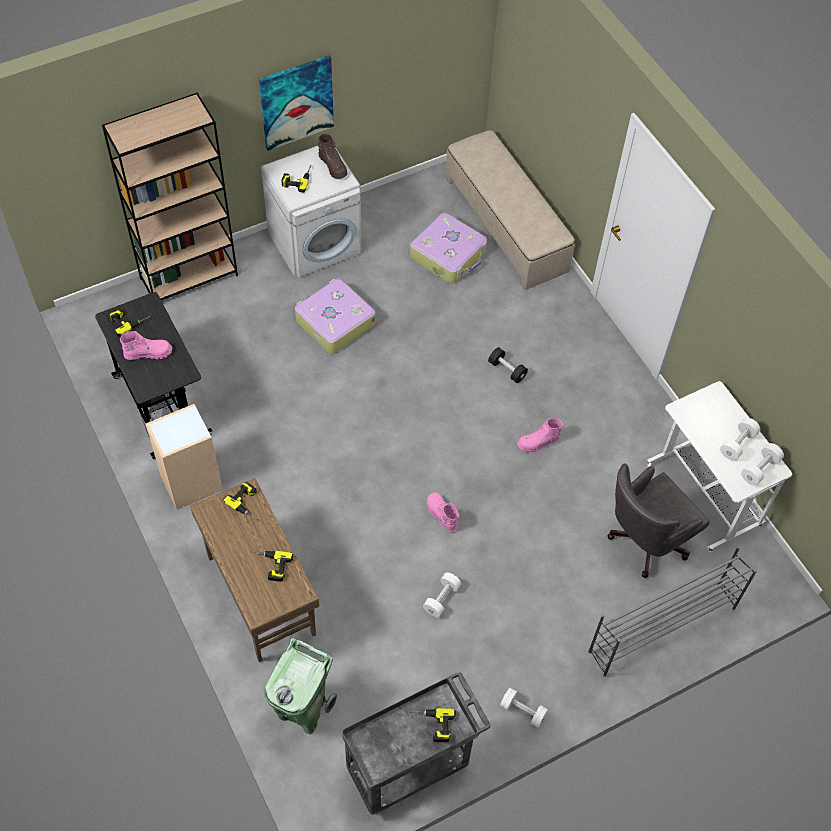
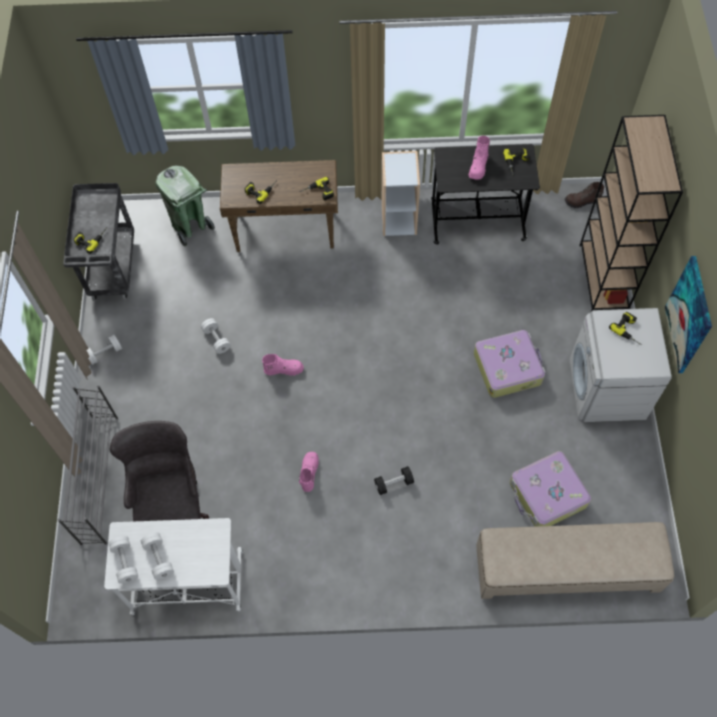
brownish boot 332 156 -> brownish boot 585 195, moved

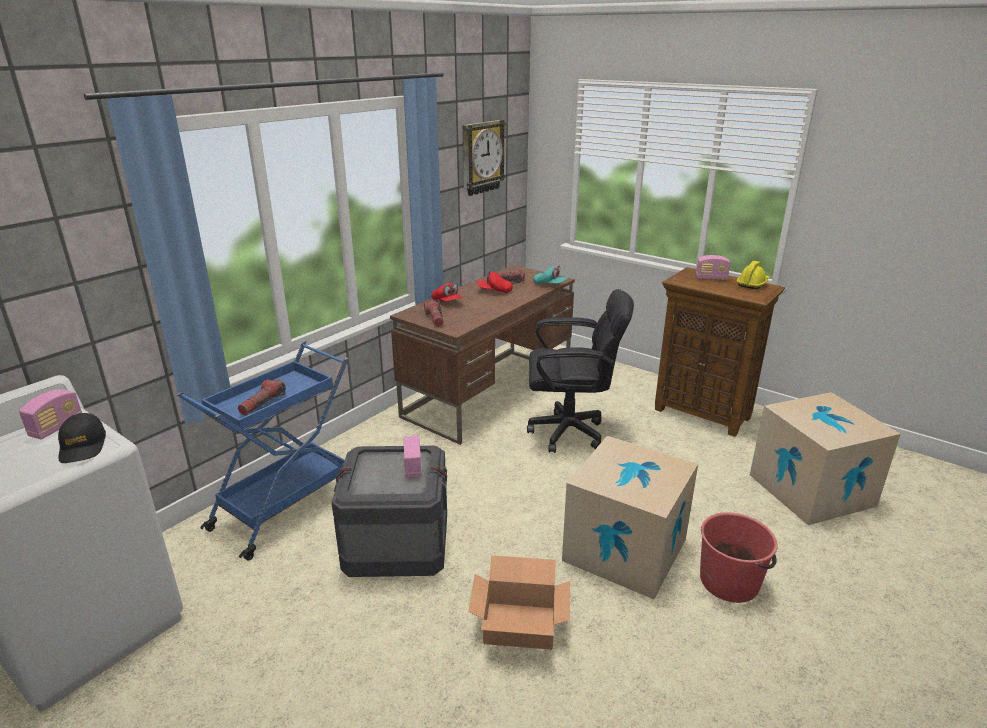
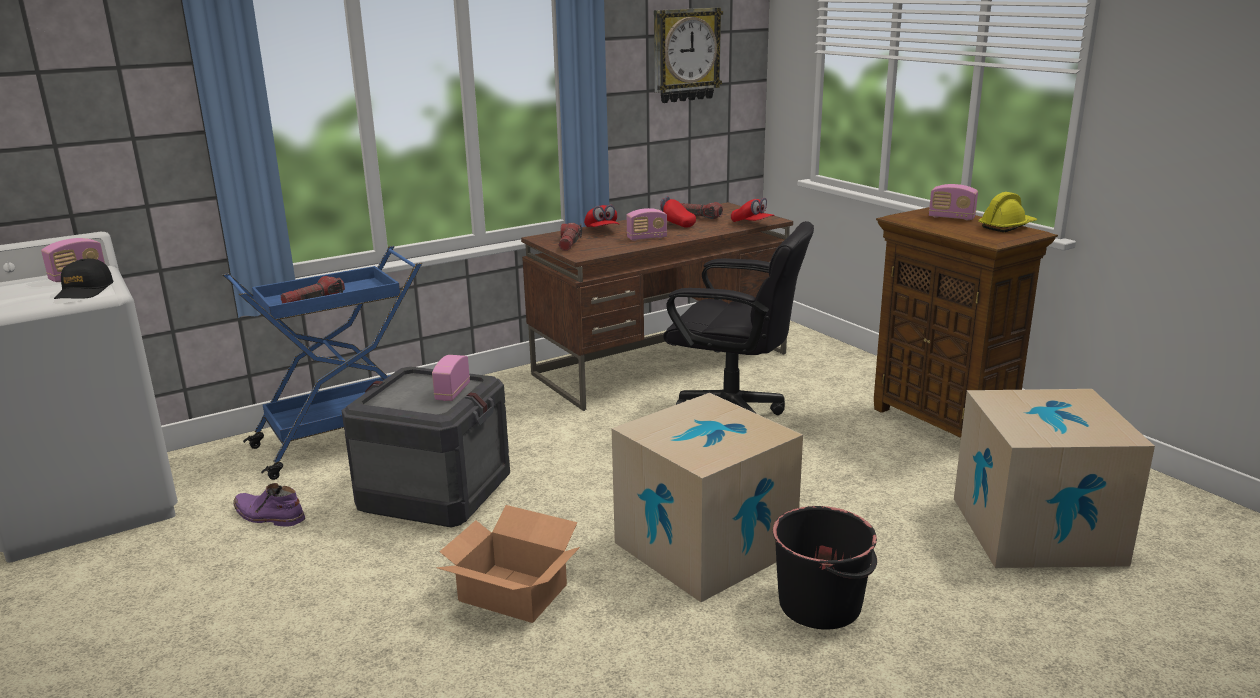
none -> purplish boot 269 505
none -> radio 647 224
turquoise baseball cap 550 274 -> red baseball cap 753 210
red pail 739 557 -> blackish pail 825 568

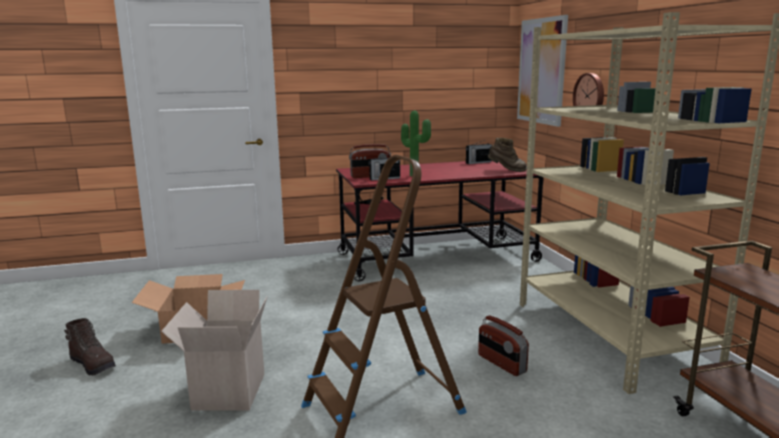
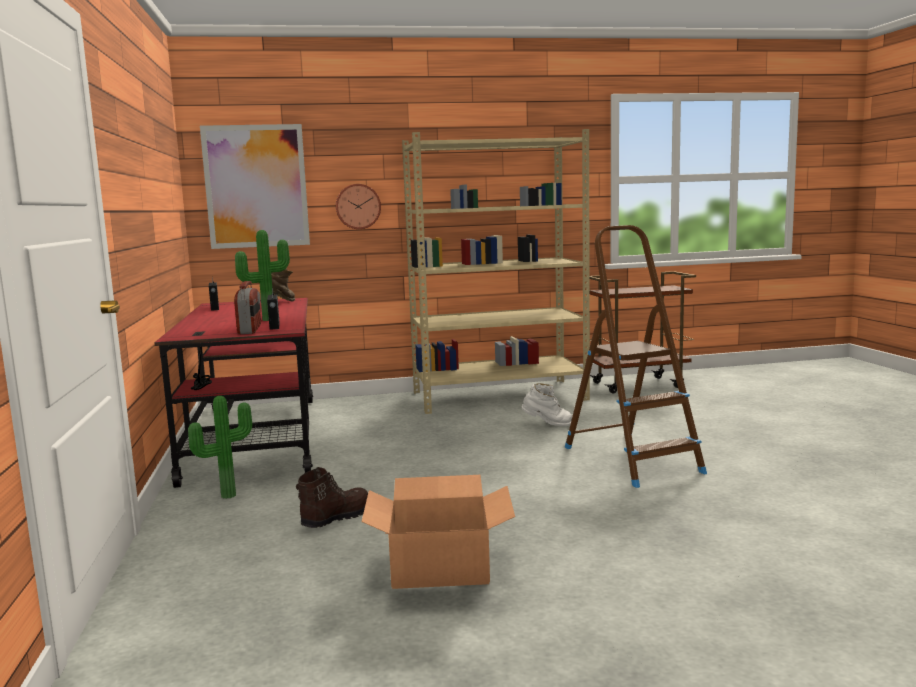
none -> houseplant 220 447
brownish boot 90 347 -> brownish boot 332 497, moved
radio 503 345 -> whitish boot 547 404
packing box 214 350 -> none

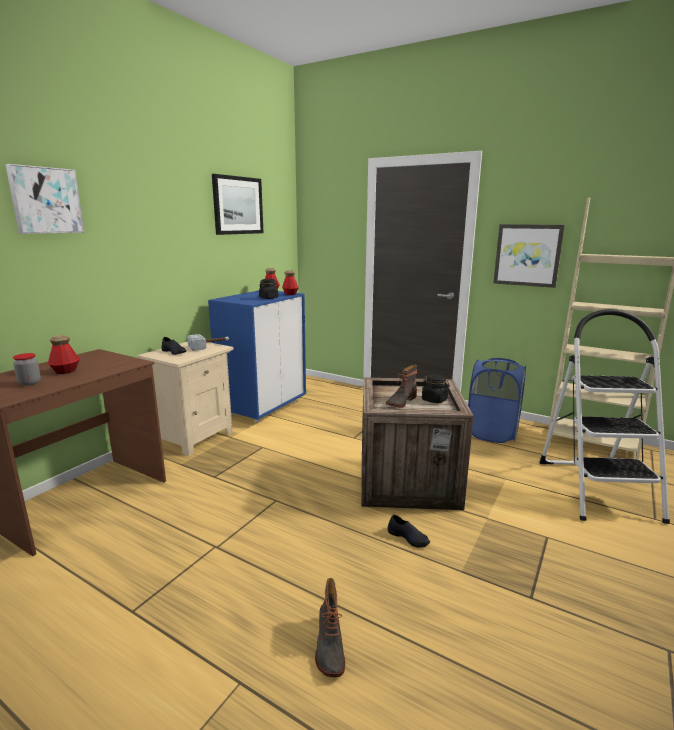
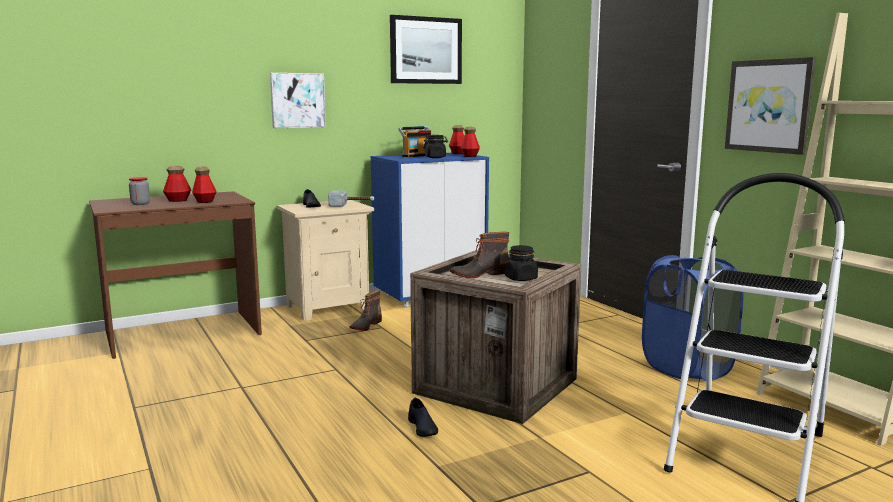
none -> bottle 204 185
wall picture 45 199 -> wall picture 298 100, moved
boot 330 627 -> boot 365 310, moved
none -> radio 415 141

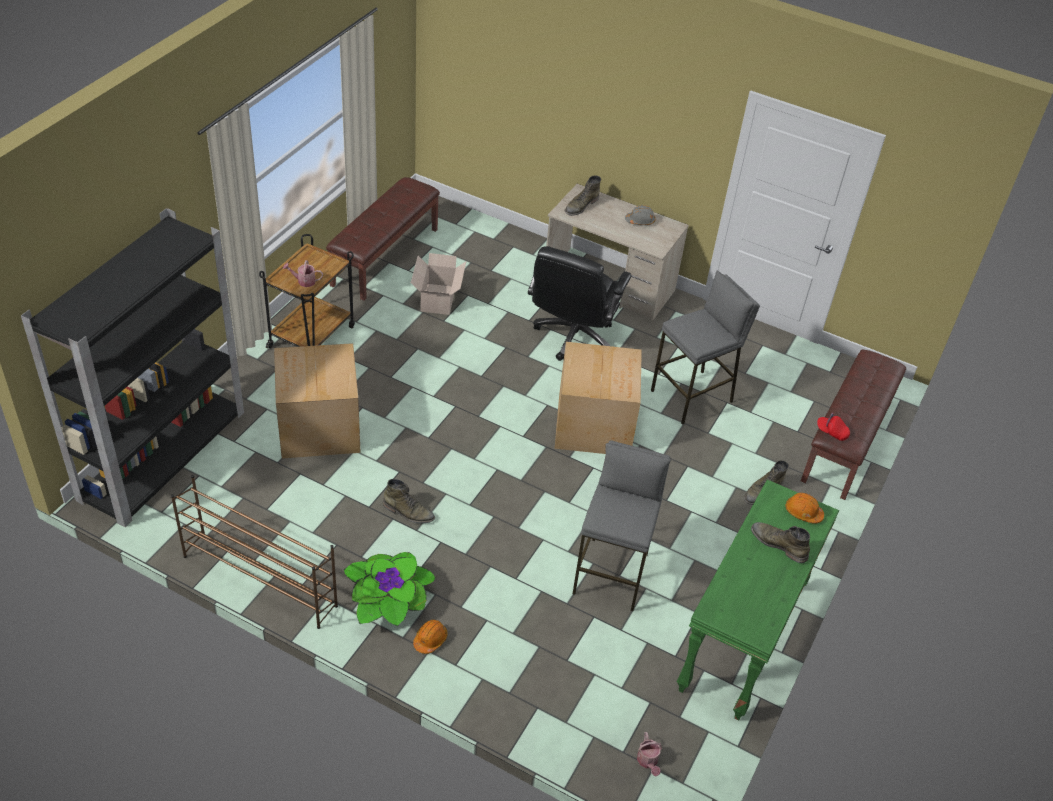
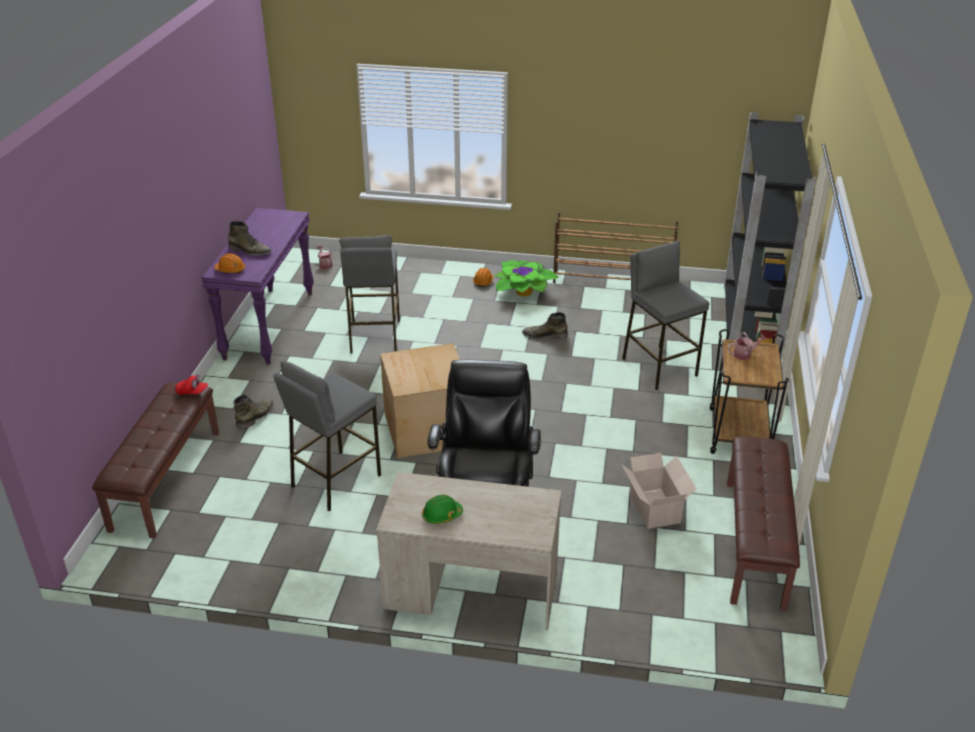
green hall table 758 600 -> purplish hall table 257 286
grey hard hat 640 215 -> green hard hat 442 509
packing box 317 400 -> grey sitting stool 666 315
green boot 583 196 -> none

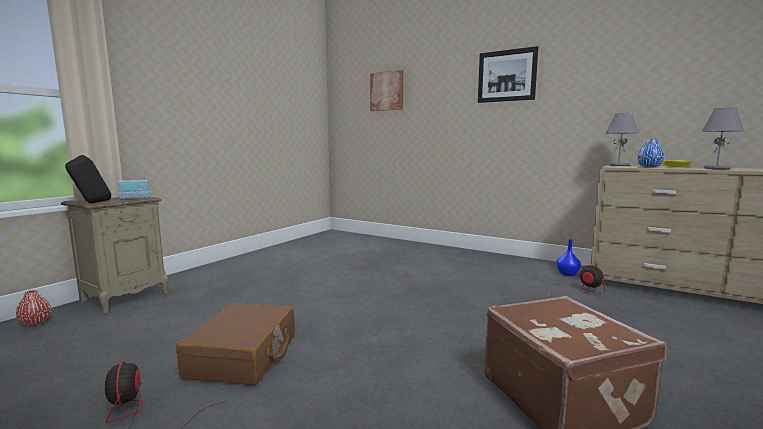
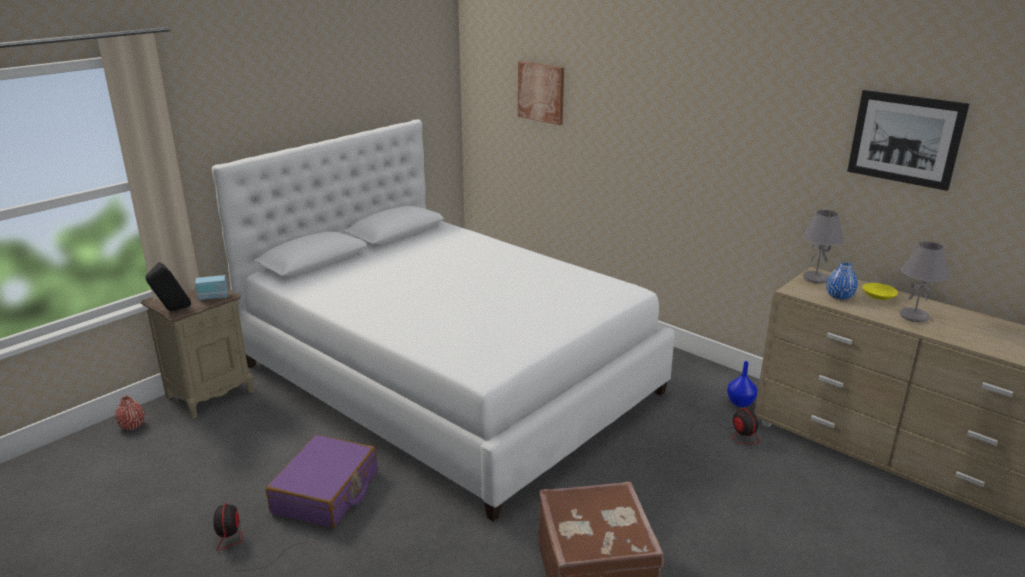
none -> whitish bed 443 320
brownish travel case 235 344 -> purplish travel case 321 482
wall picture 508 74 -> wall picture 908 140, moved

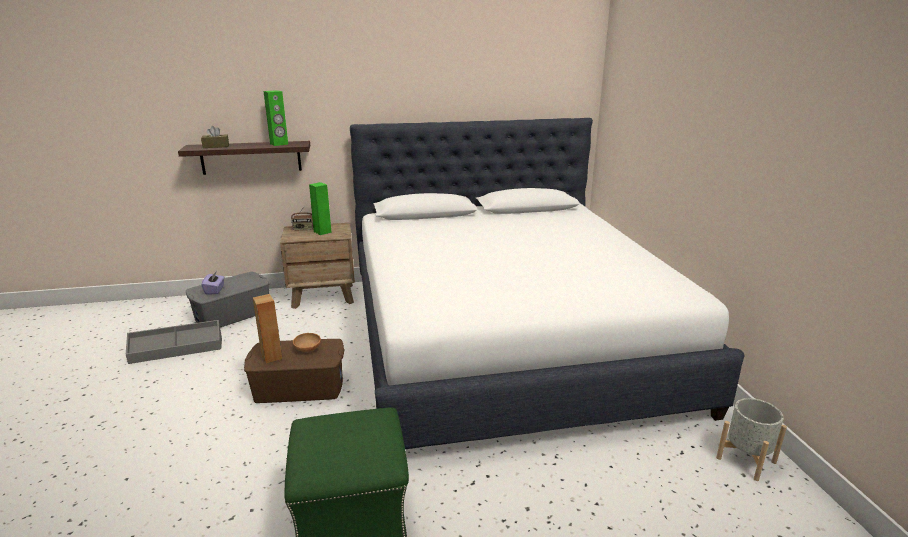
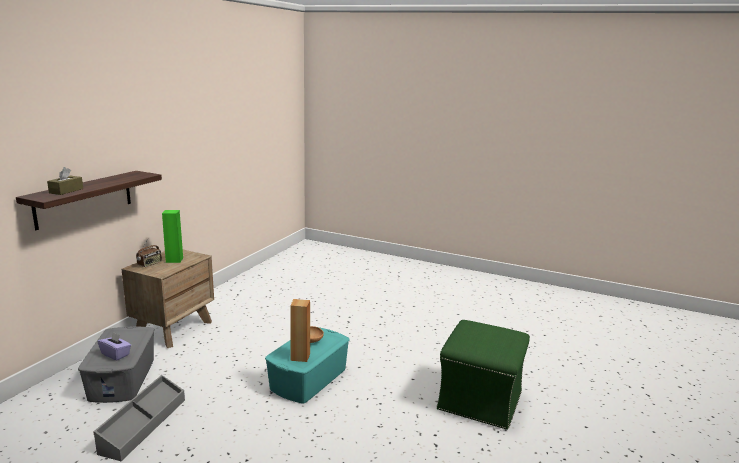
brownish storage container 294 371 -> turquoise storage container 307 365
green speaker 275 118 -> none
whitish bed 547 283 -> none
grey planter 751 439 -> none

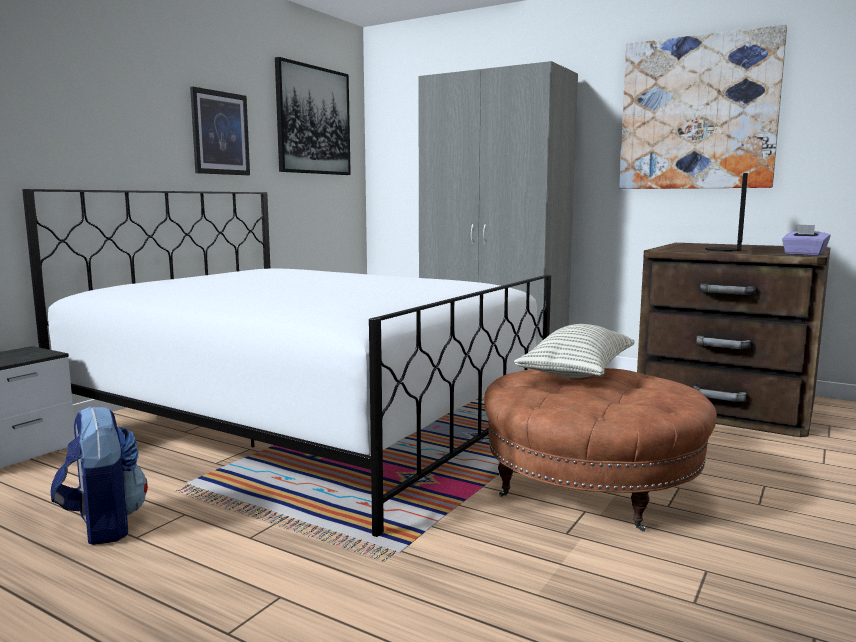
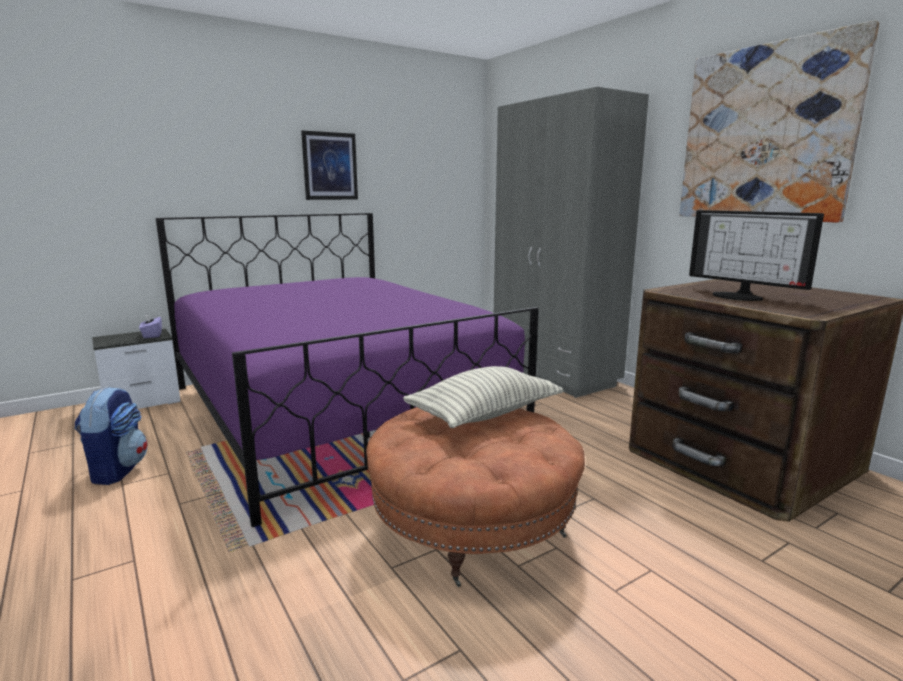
purplish tissue holder 806 240 -> purplish tissue holder 150 326, moved
whitish bed 286 363 -> purplish bed 347 370
computer display 726 212 -> computer display 756 255, 90 degrees counterclockwise
wall picture 313 116 -> none

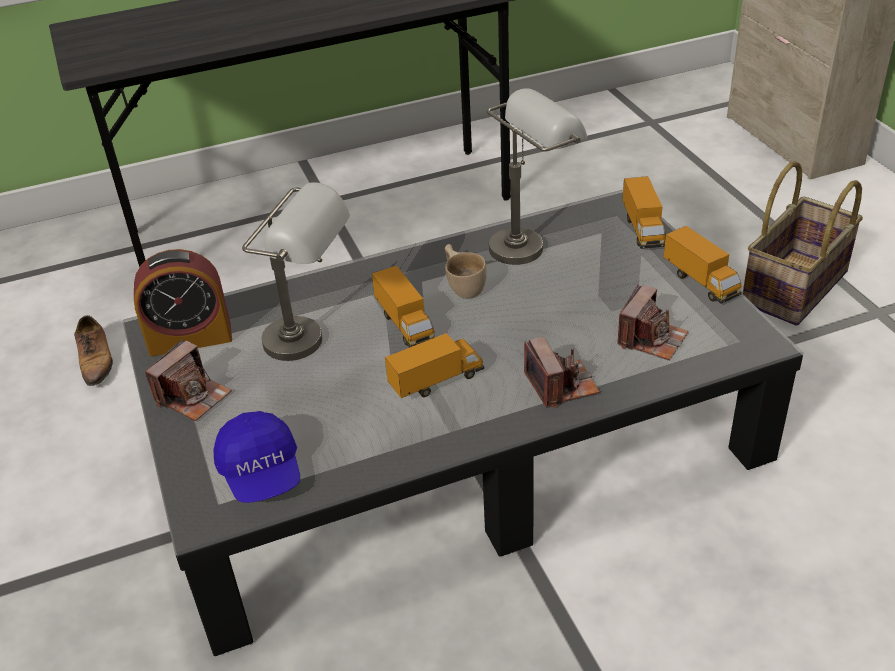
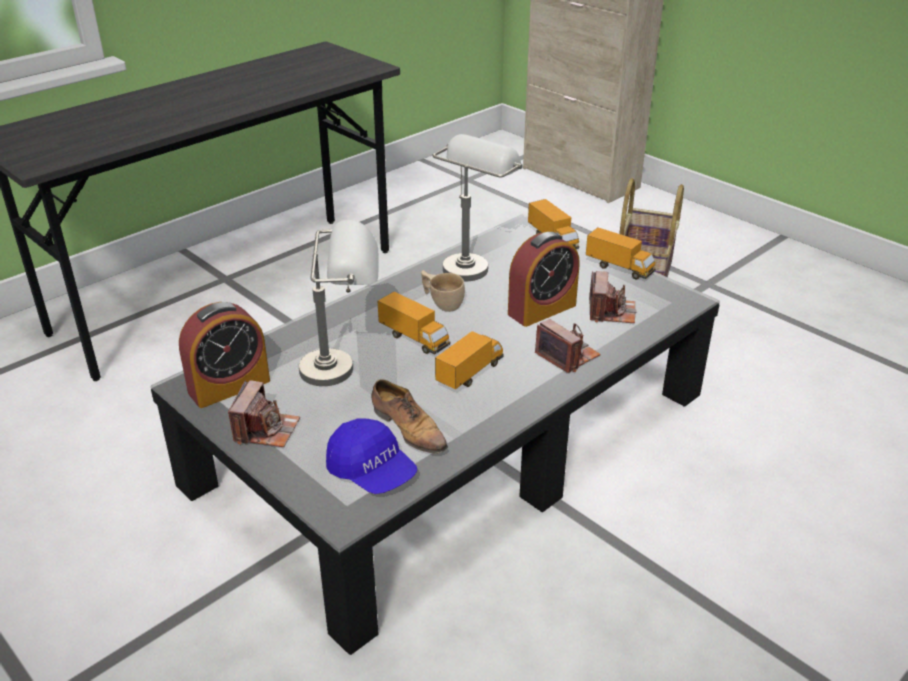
low shoe 93 351 -> low shoe 410 416, moved
none -> bedside clock 544 279

